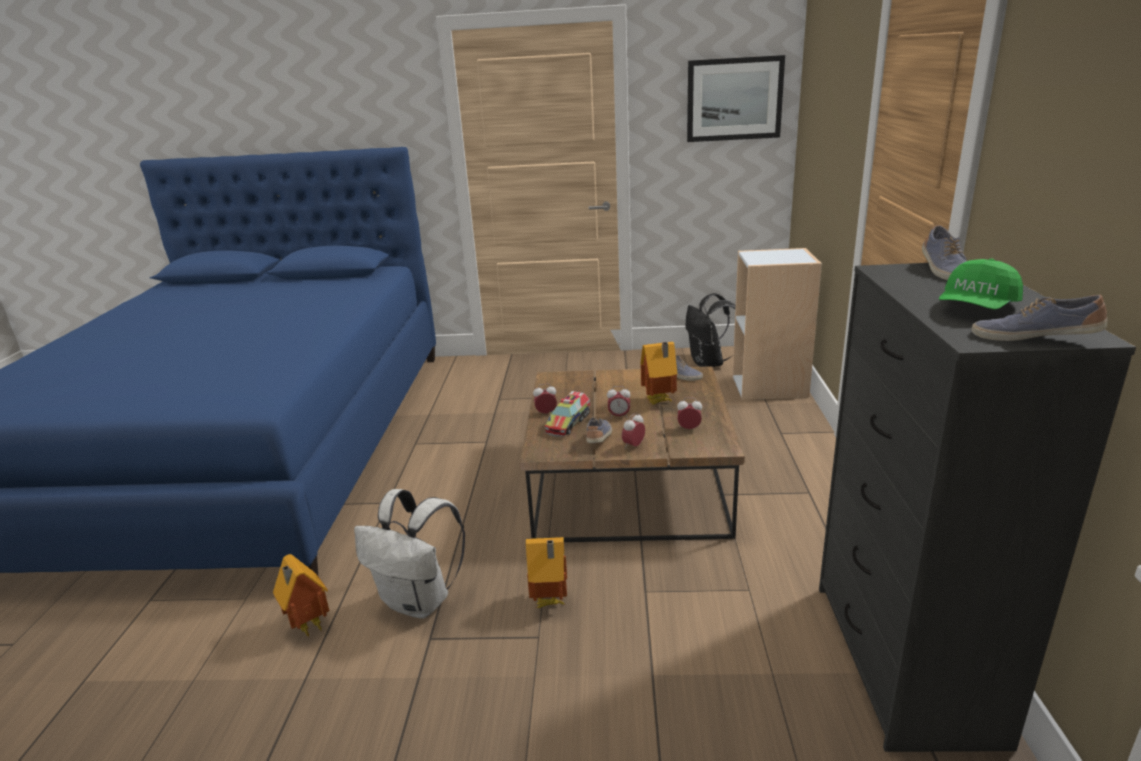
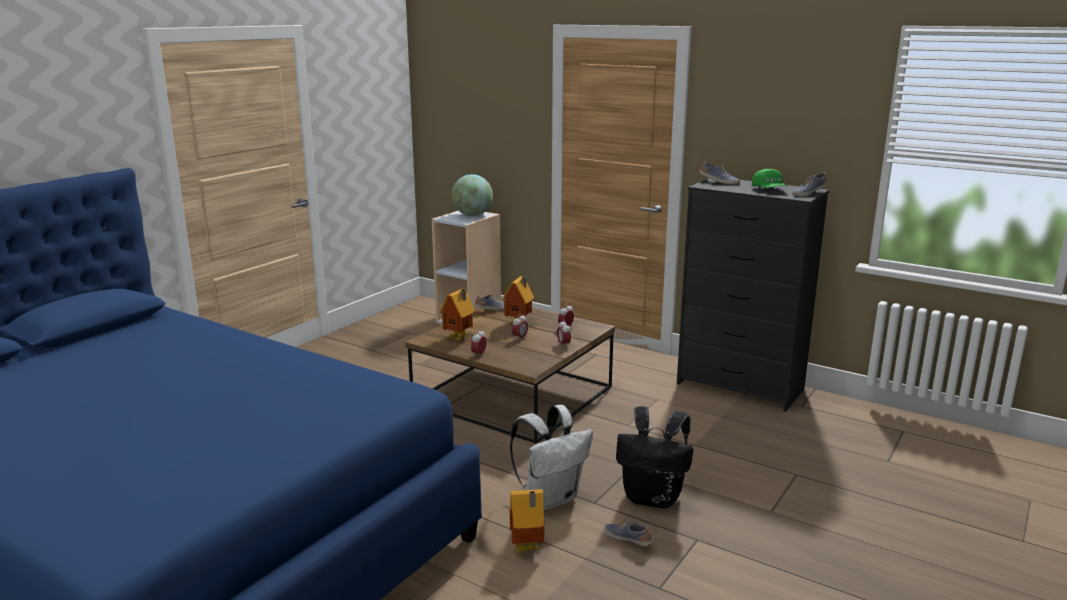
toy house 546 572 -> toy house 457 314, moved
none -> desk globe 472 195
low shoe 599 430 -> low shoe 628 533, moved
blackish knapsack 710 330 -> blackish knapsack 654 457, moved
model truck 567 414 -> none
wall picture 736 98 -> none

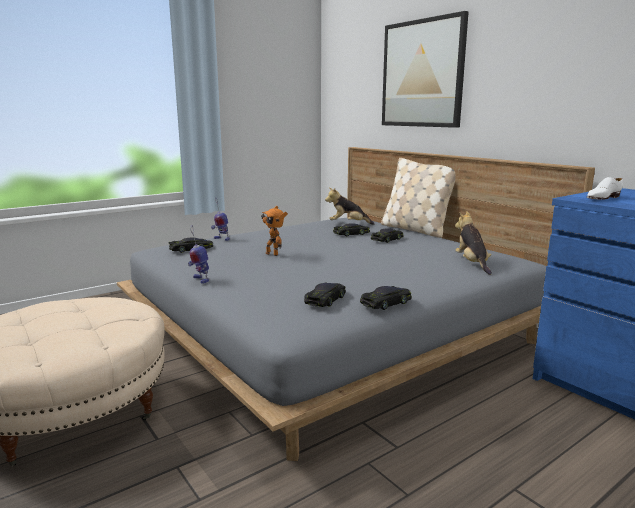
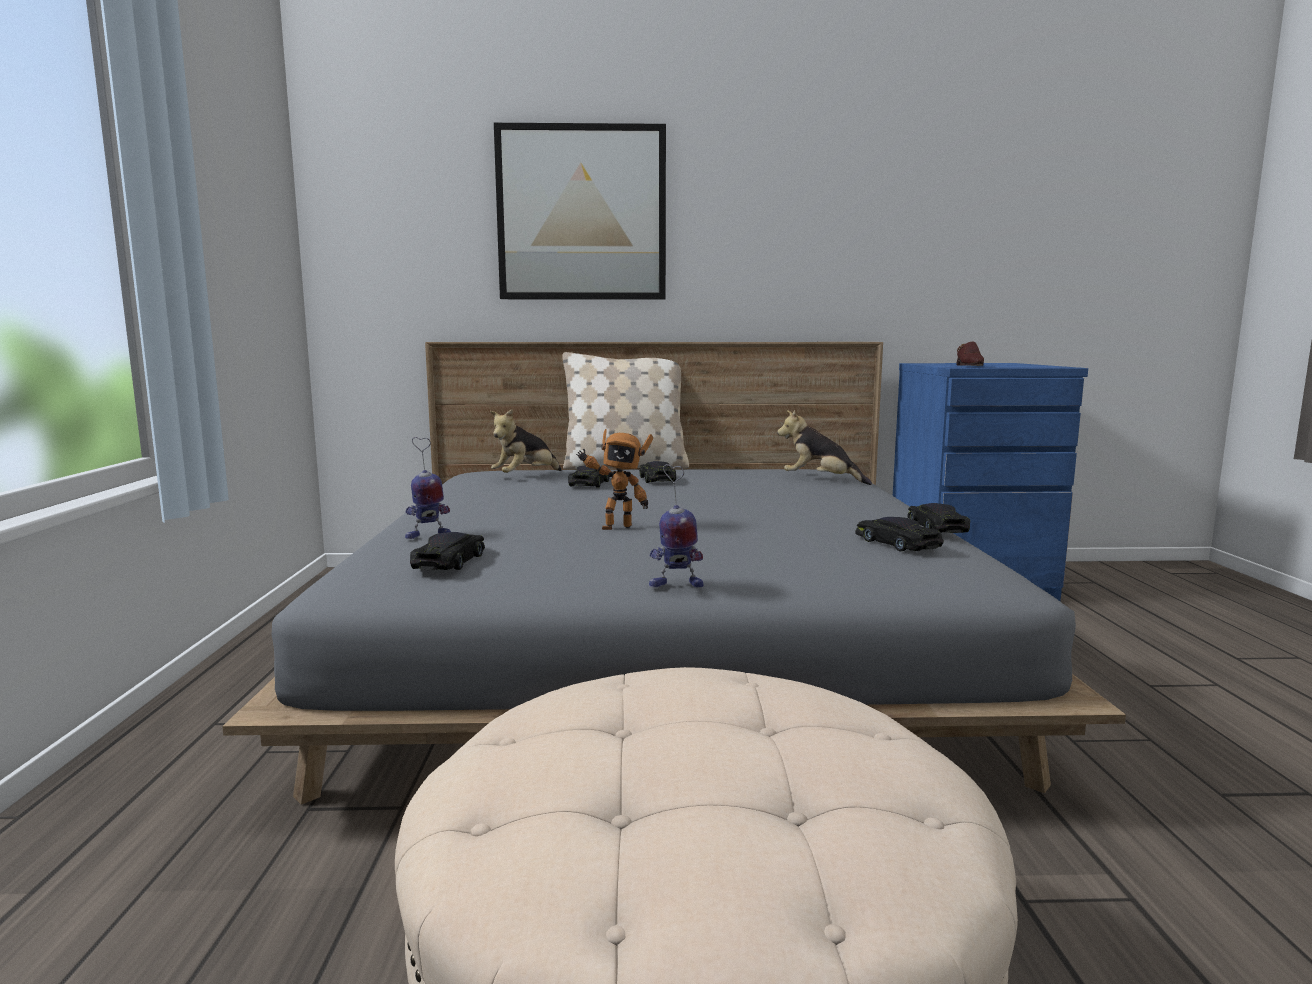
whitish low shoe 605 188 -> brownish low shoe 970 354

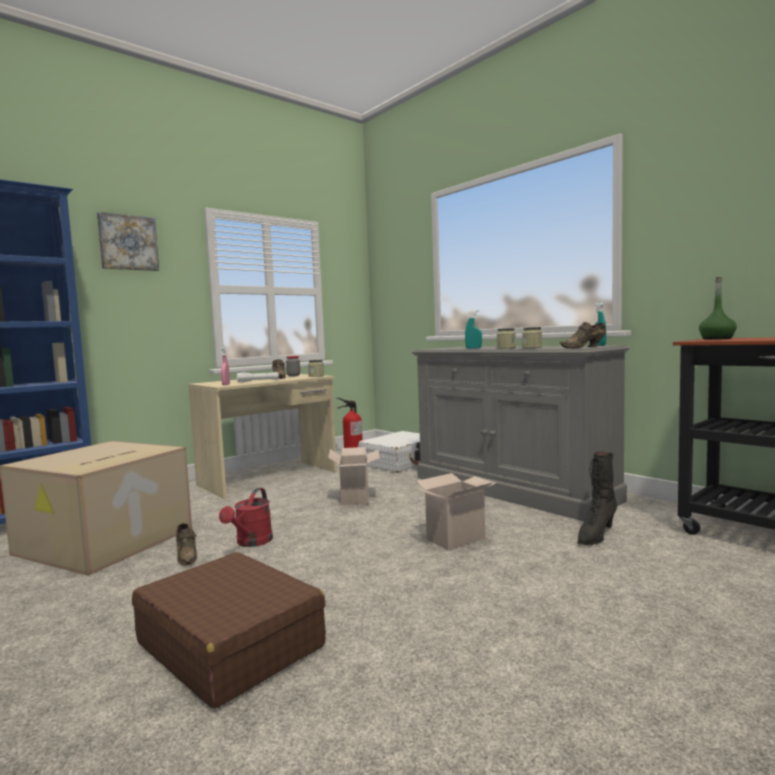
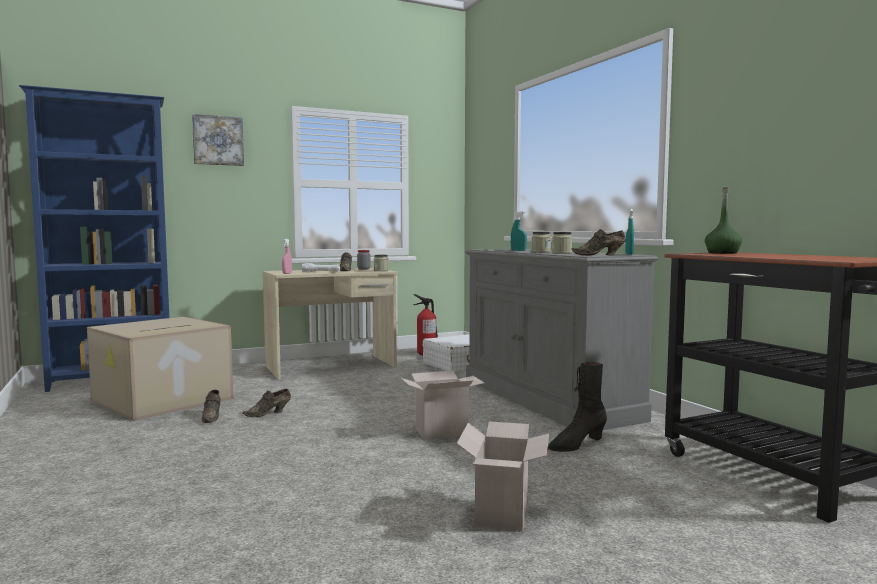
red sprinkling can 246 517 -> brownish low shoe 266 403
packing box 354 476 -> packing box 503 477, moved
brownish travel case 229 630 -> none

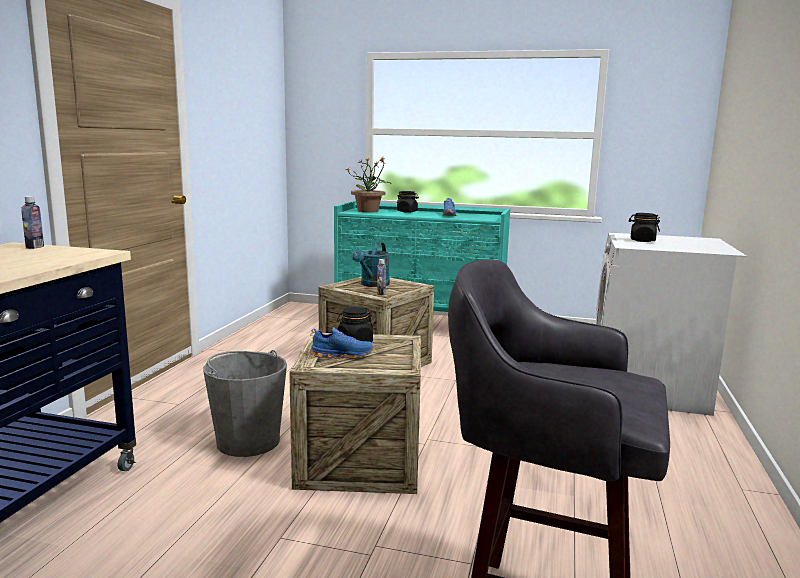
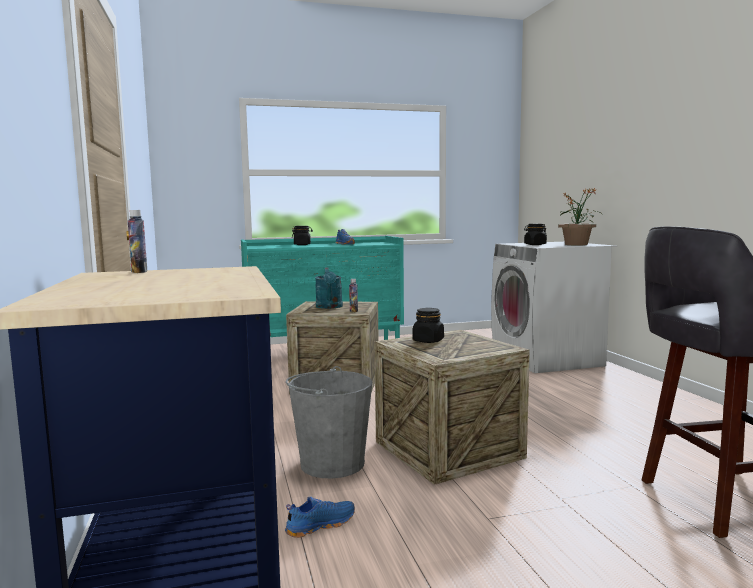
bluish low shoe 342 343 -> bluish low shoe 320 517, moved
houseplant 368 185 -> houseplant 580 216, moved

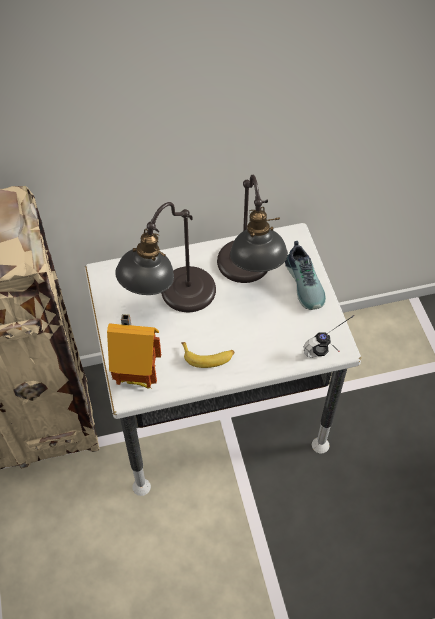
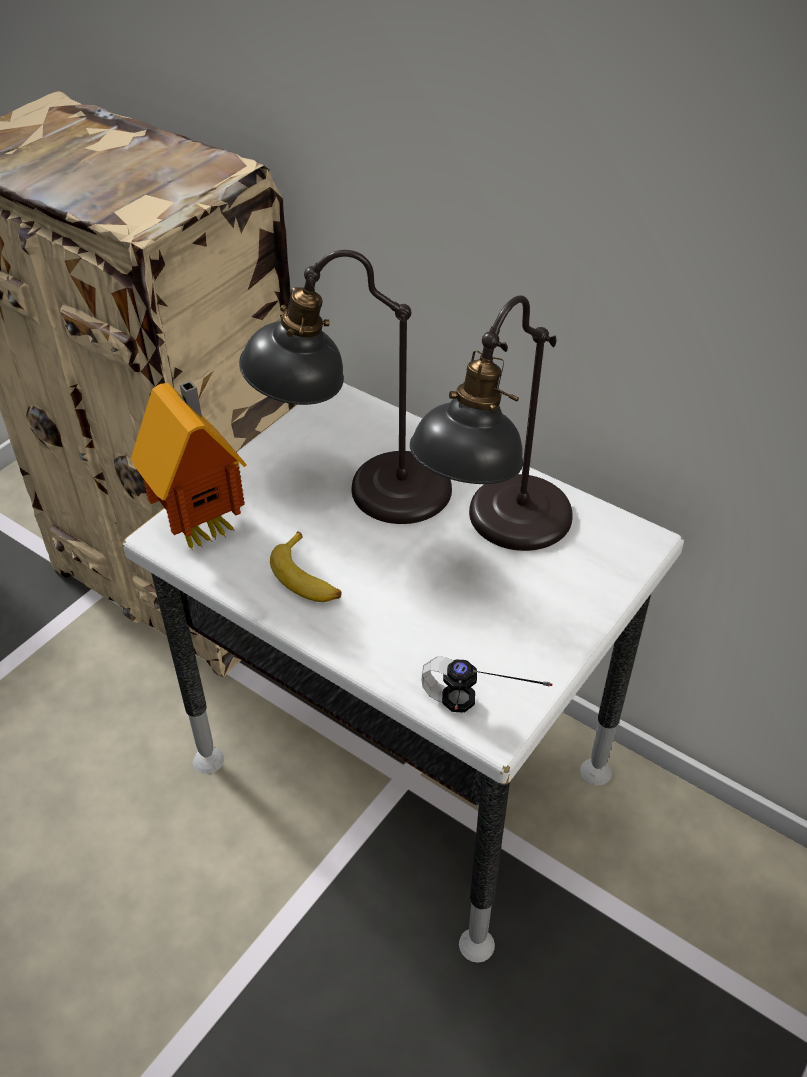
low shoe 305 275 -> none

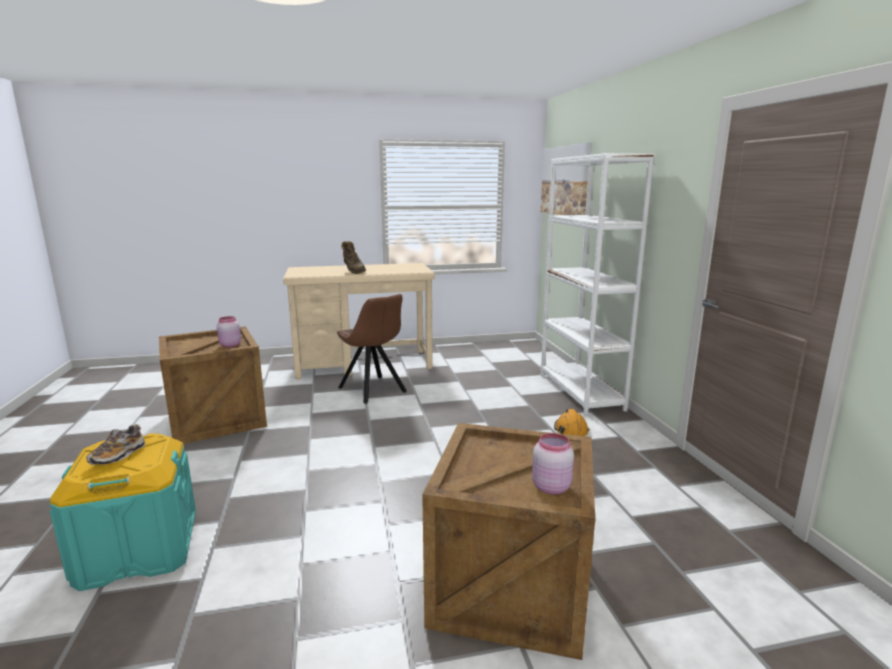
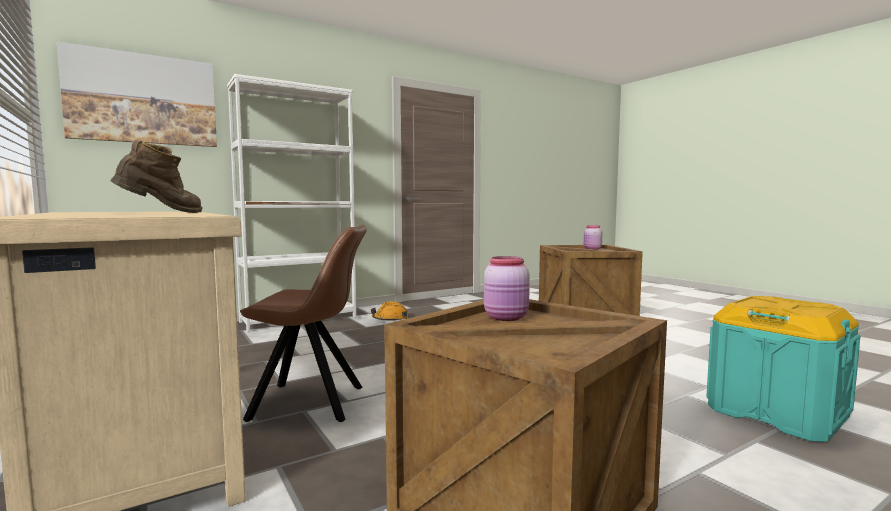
brownish chair 372 349 -> brownish chair 303 323, 60 degrees clockwise
low shoe 115 444 -> none

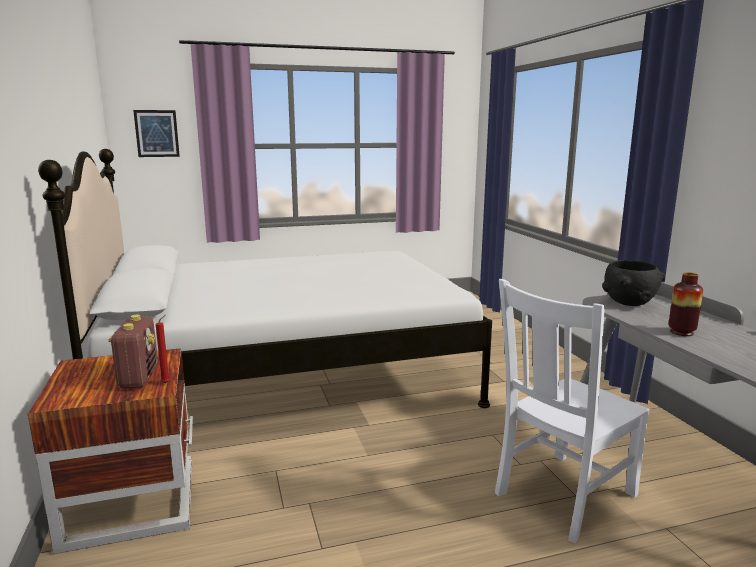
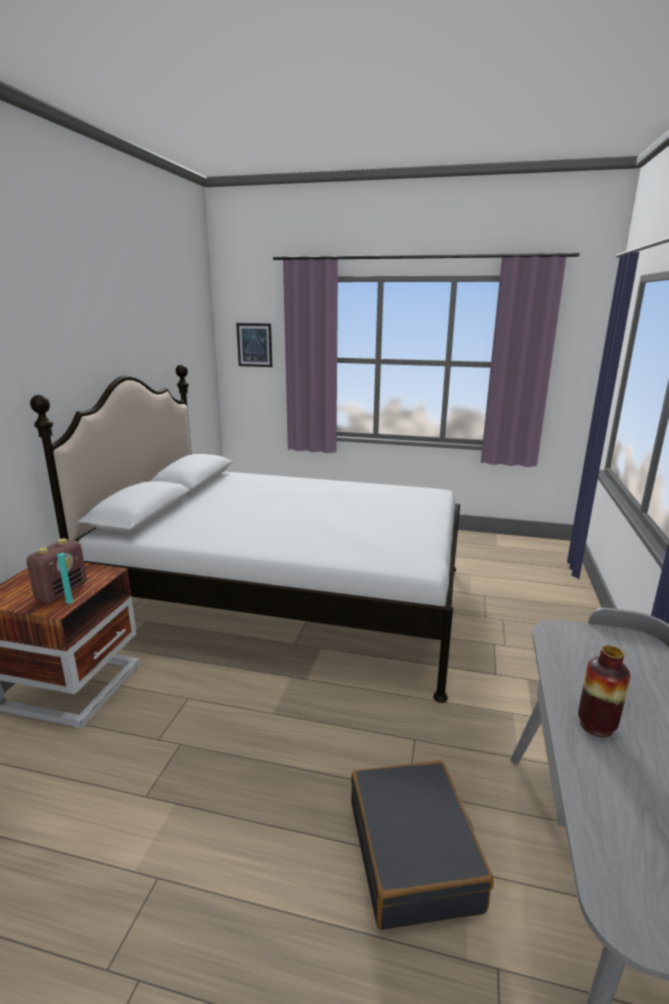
red wax light 162 349 -> turquoise wax light 65 575
whitish chair 572 411 -> blackish travel case 422 845
blackish bowl 633 283 -> none

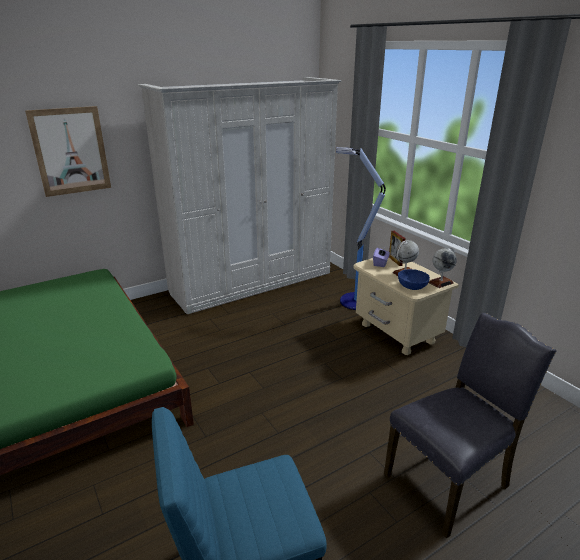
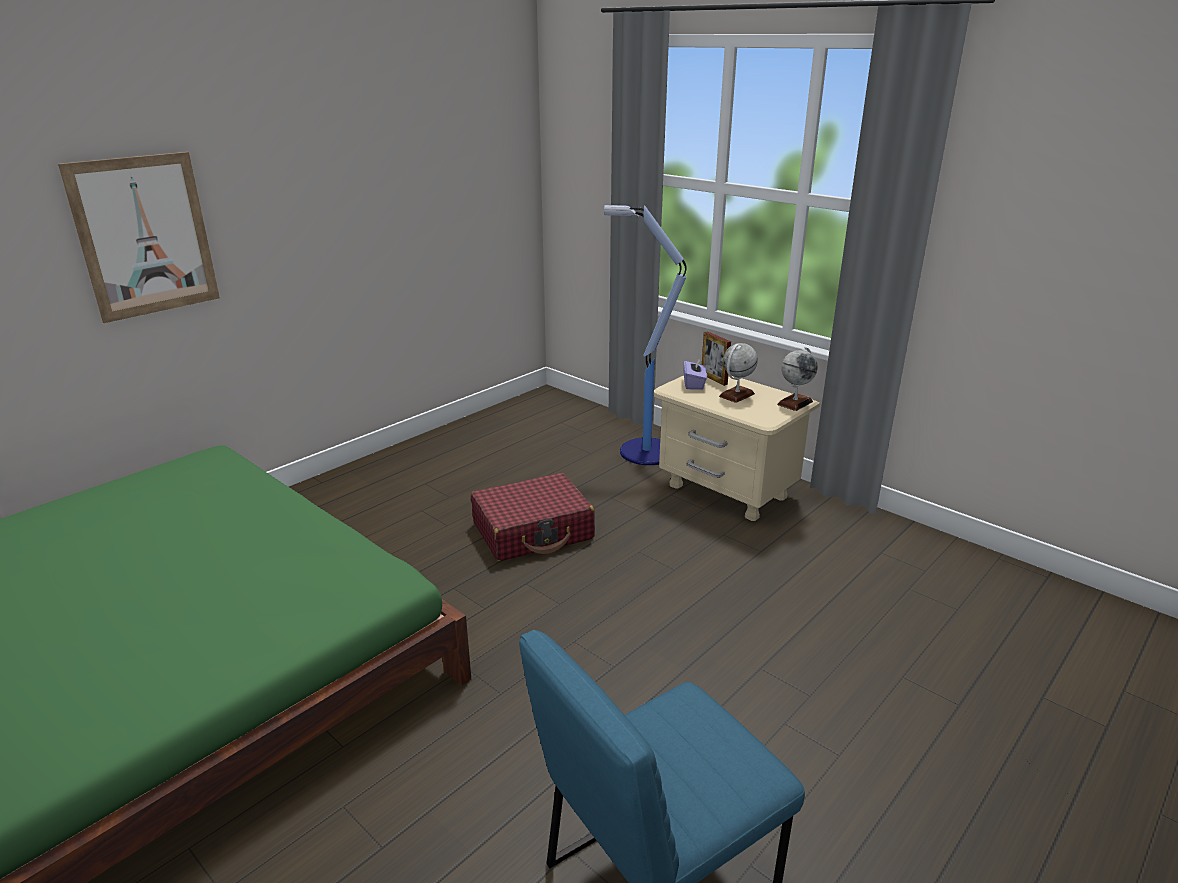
none -> red travel case 533 517
whitish clothes cupboard 240 195 -> none
grey chair 470 426 -> none
bluish bowl 414 279 -> none

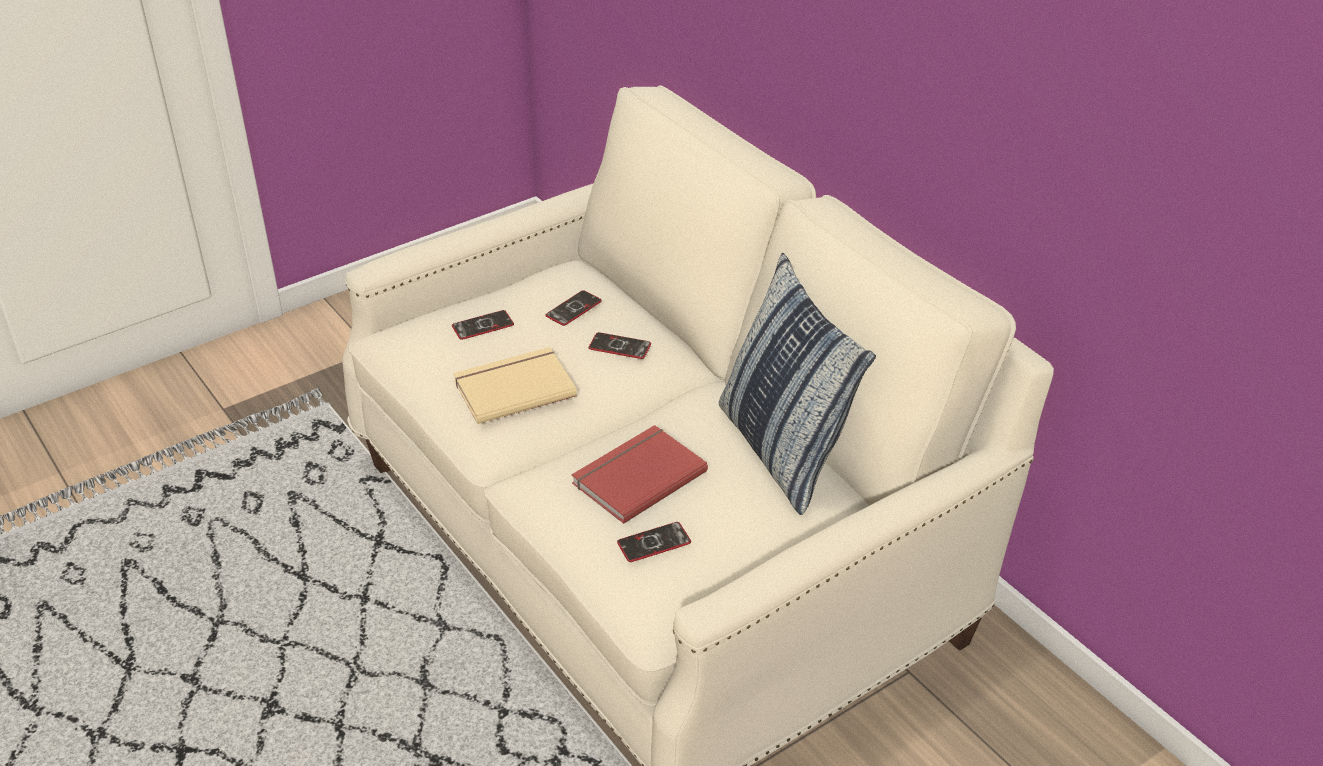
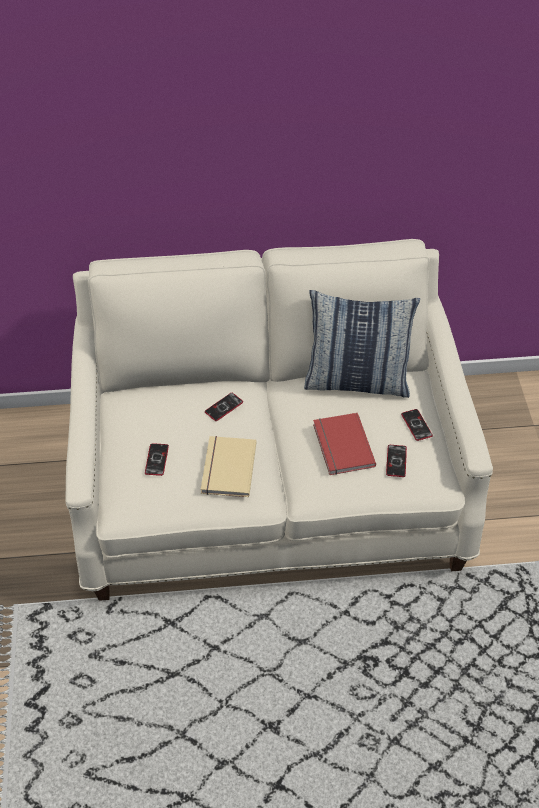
phone 573 308 -> phone 417 425, moved

